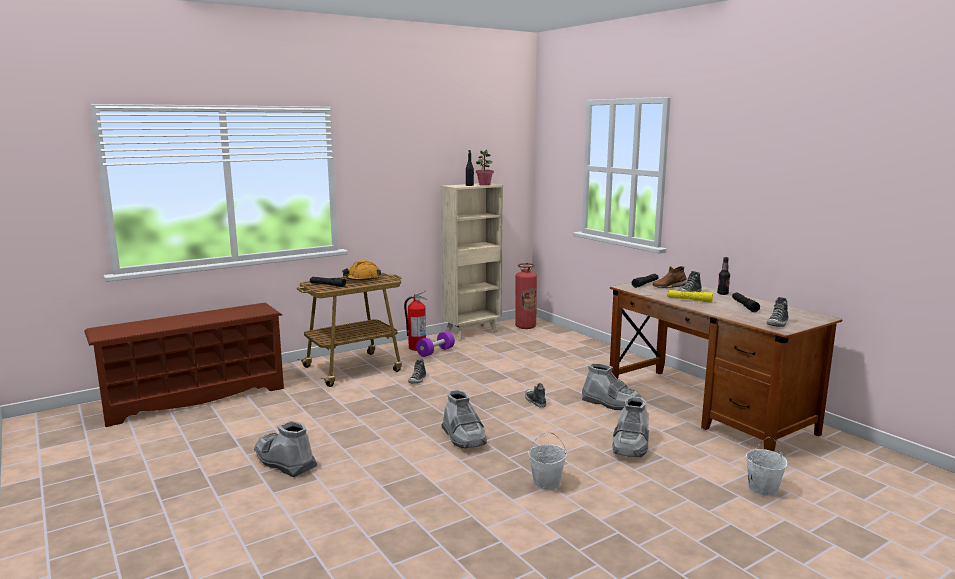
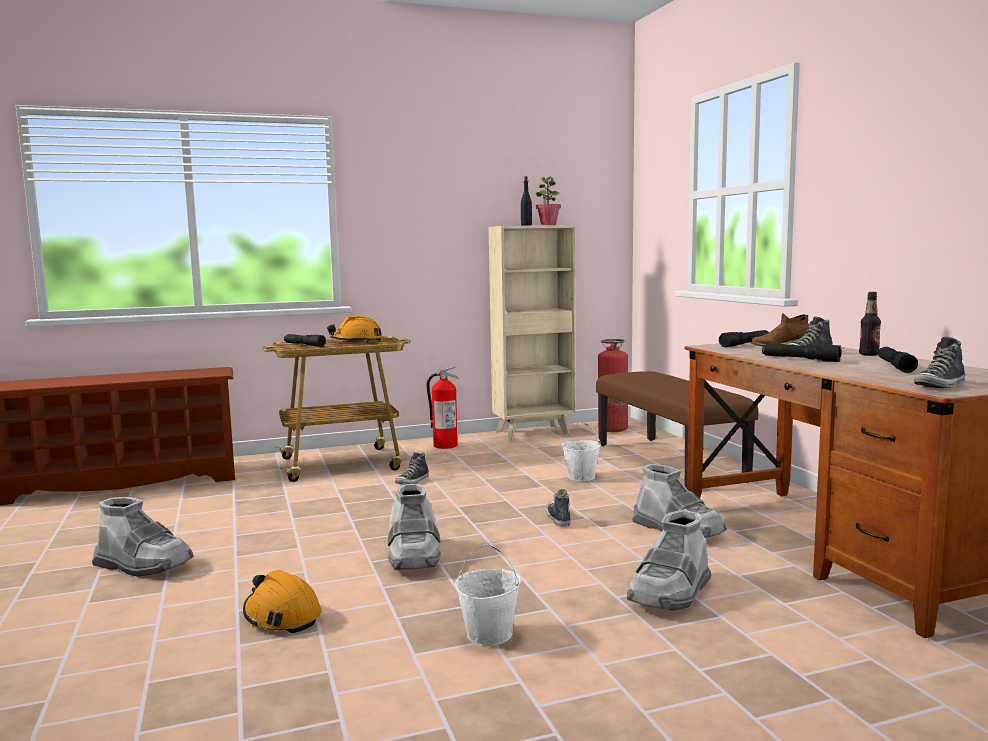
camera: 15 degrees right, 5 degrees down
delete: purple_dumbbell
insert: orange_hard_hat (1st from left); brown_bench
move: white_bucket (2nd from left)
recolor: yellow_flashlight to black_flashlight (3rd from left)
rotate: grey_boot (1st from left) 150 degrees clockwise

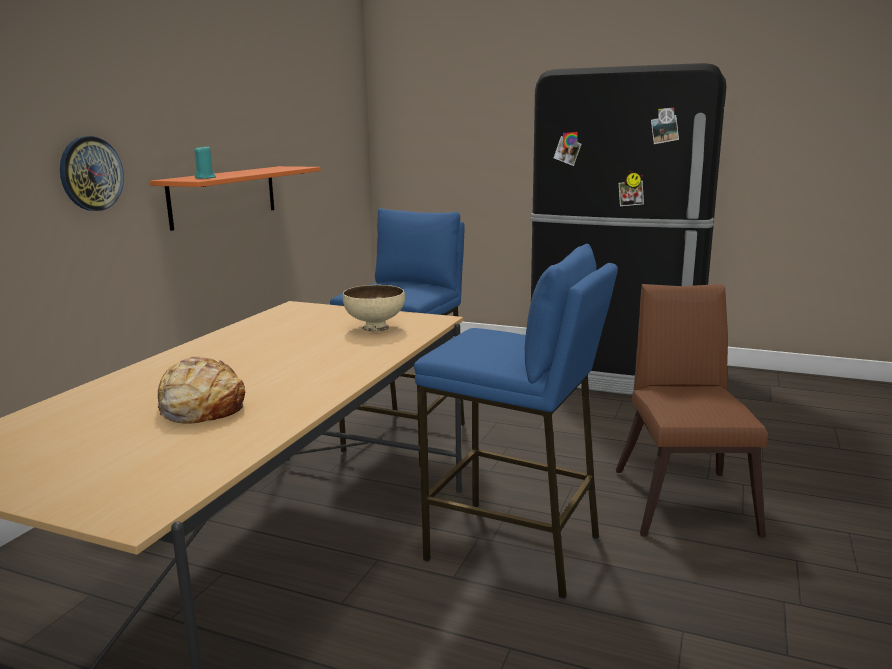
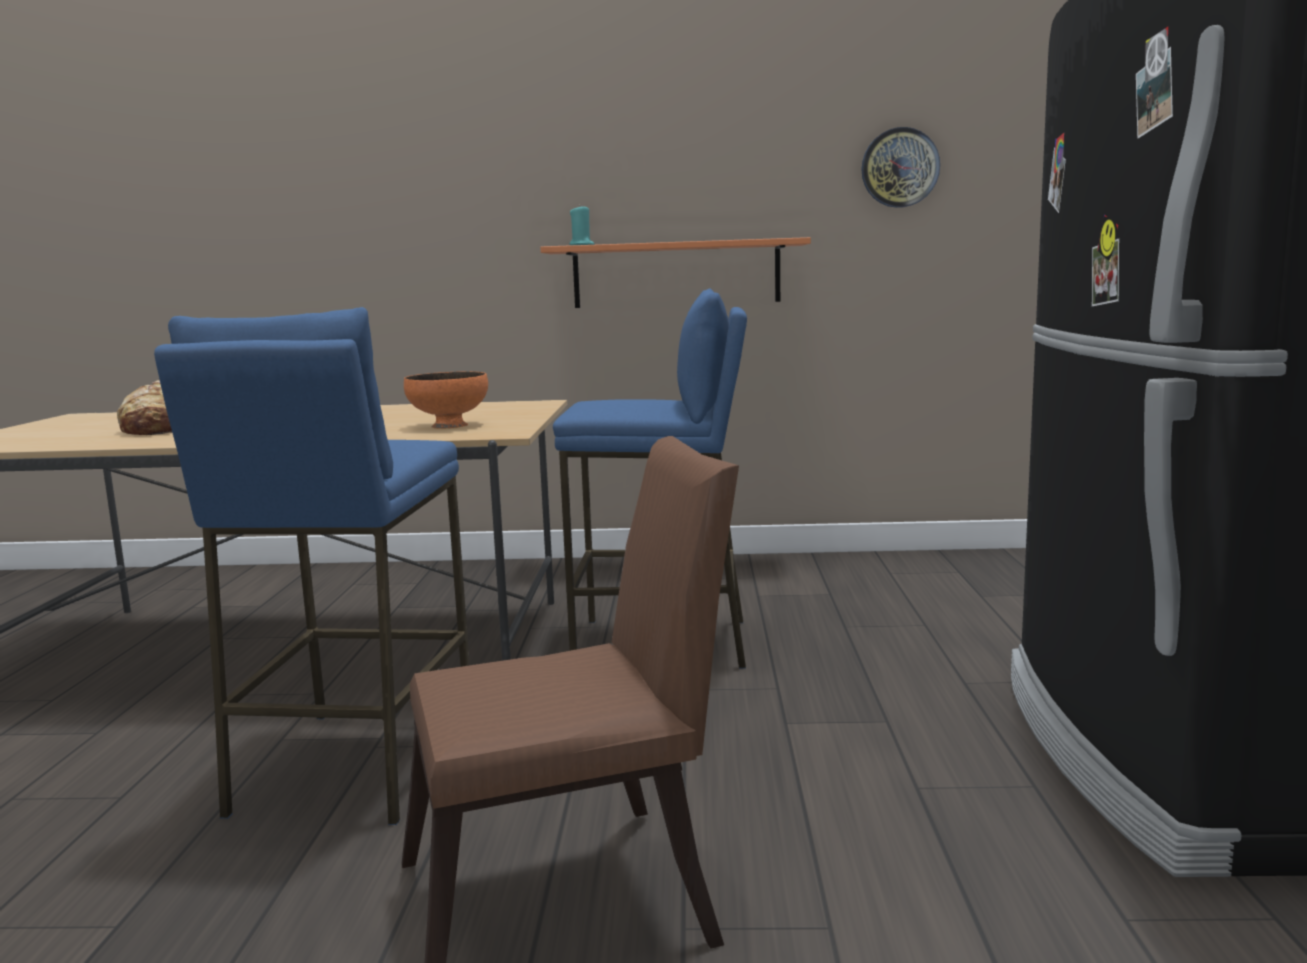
camera: 70 degrees right, 5 degrees down
move: wall_clock
recolor: beige_bowl to orange_bowl

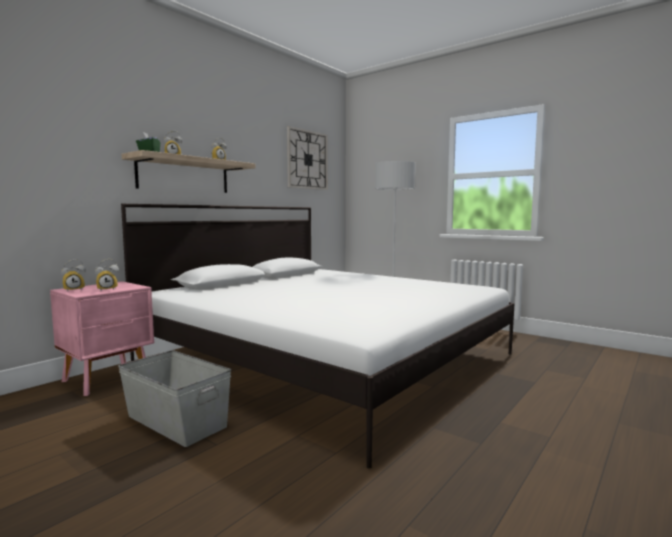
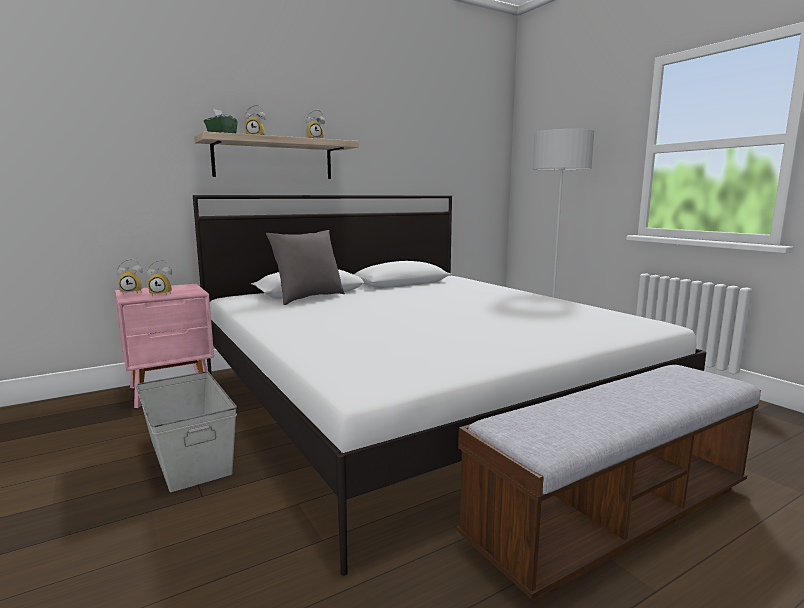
camera: 20 degrees right, 5 degrees up
delete: wall_clock
insert: grey_pillow; bench

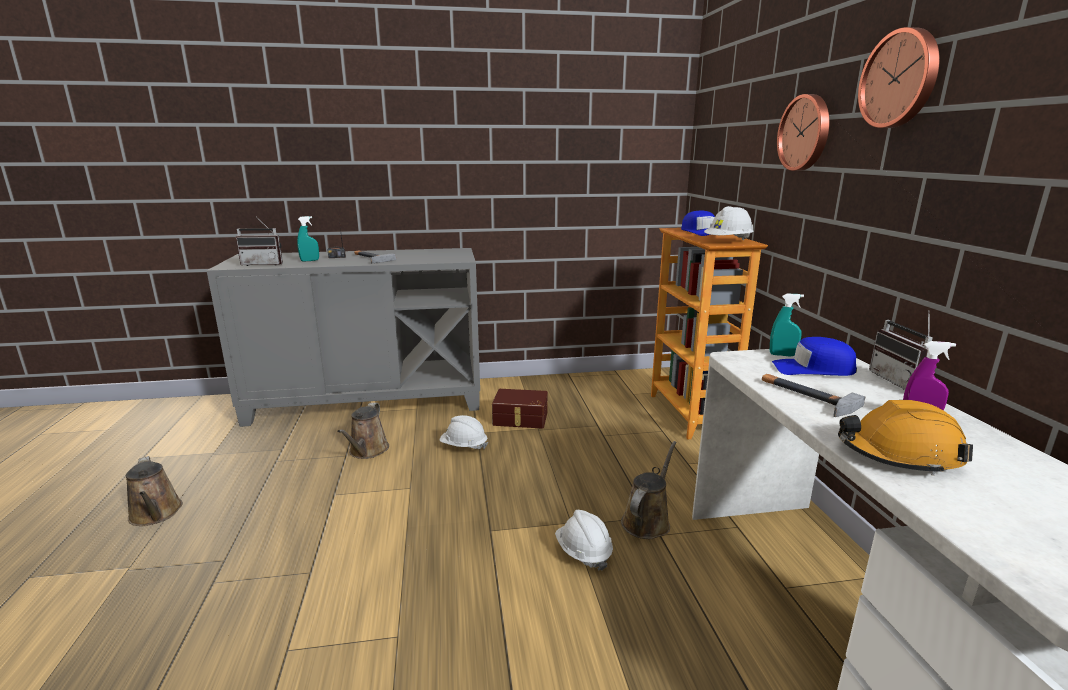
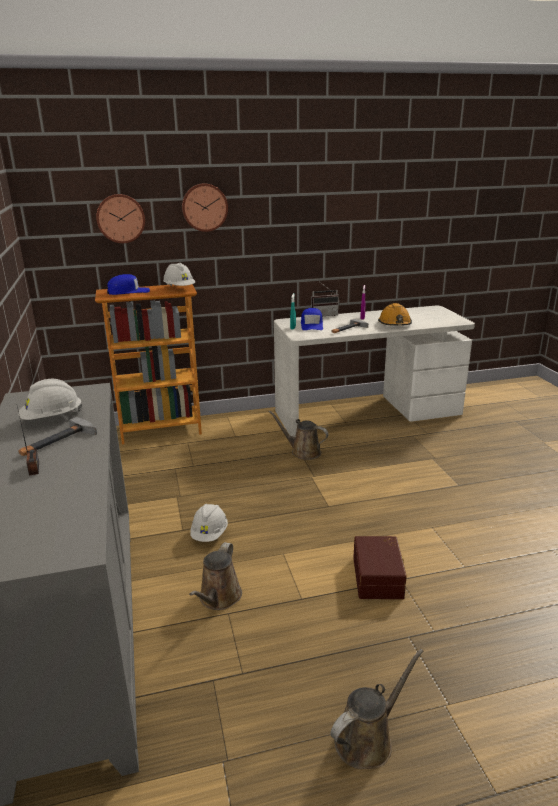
camera: 95 degrees left, 5 degrees up
delete: radio (1st from left); turquoise_spray_bottle (1st from left)
move: white_hard_hat (2nd from left in the first image) to white_hard_hat (1st from left); wall_clock (2nd from left in the first image) to wall_clock (1st from left); brown_storage_box
rotate: brown_watering_can (2nd from left in the first image) 105 degrees clockwise

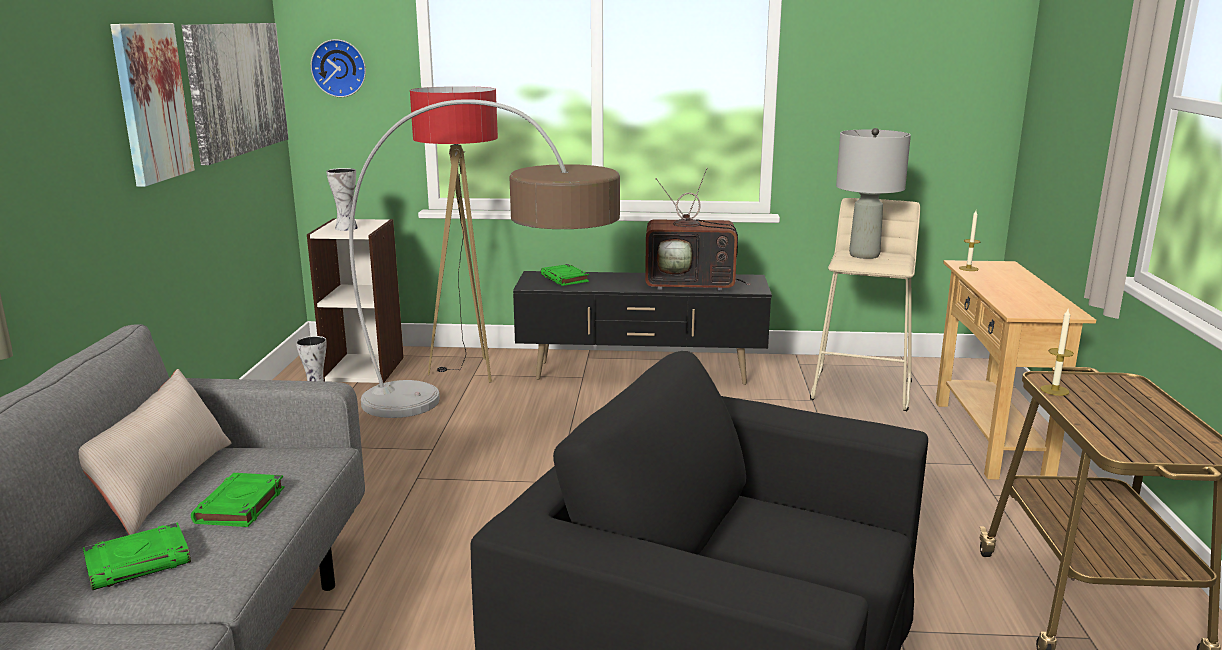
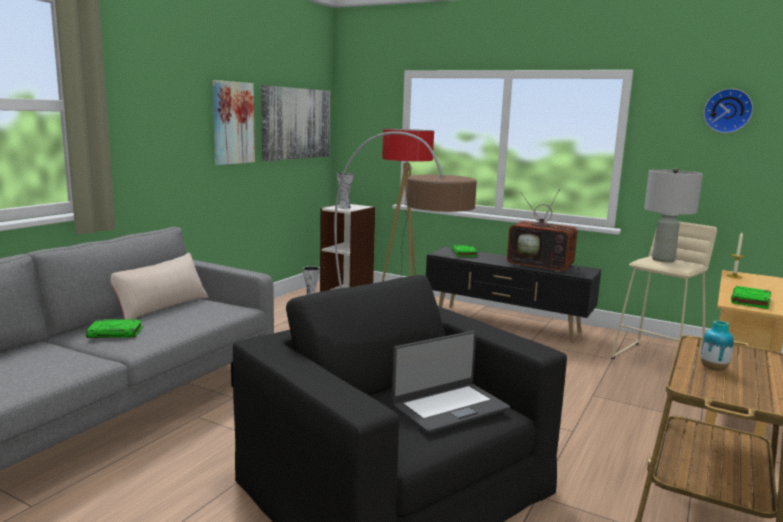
camera: 25 degrees right, 5 degrees down
delete: candle (2nd from left)
insert: laptop; vase (3rd from left)
move: wall_clock; green_book (2nd from left in the first image) to green_book (3rd from left)

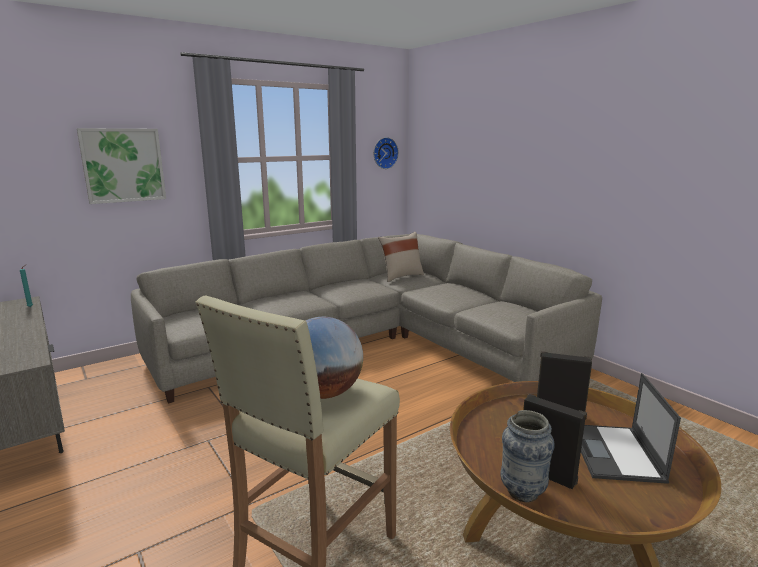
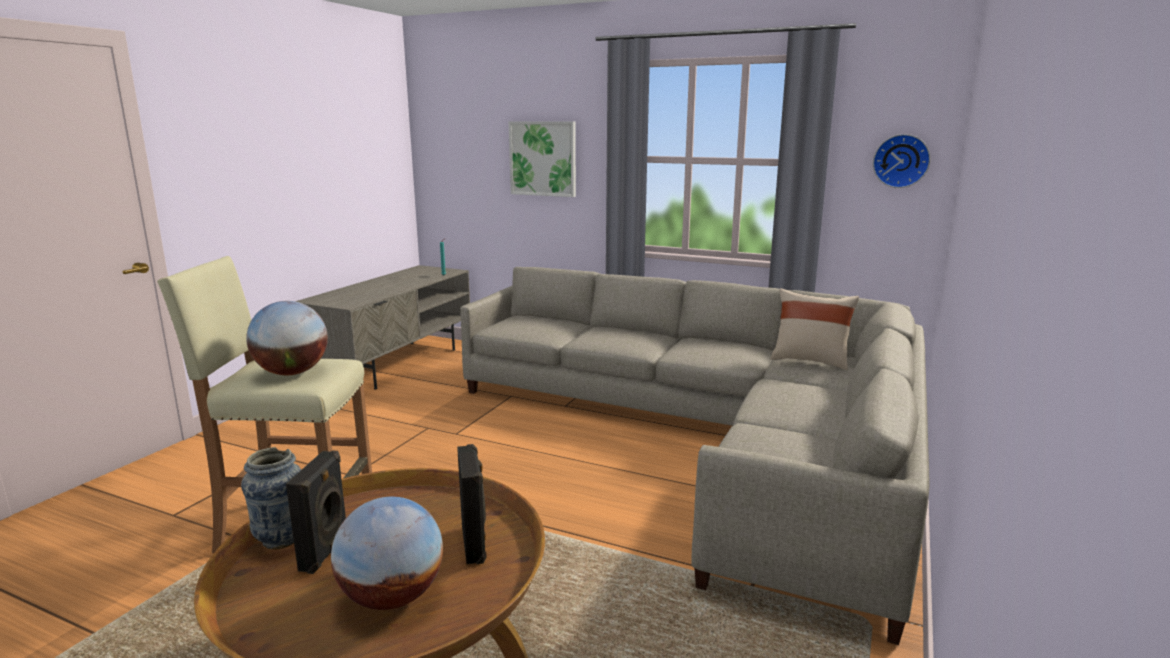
camera: 60 degrees right, 0 degrees up
replace: laptop to globe (2nd from left)

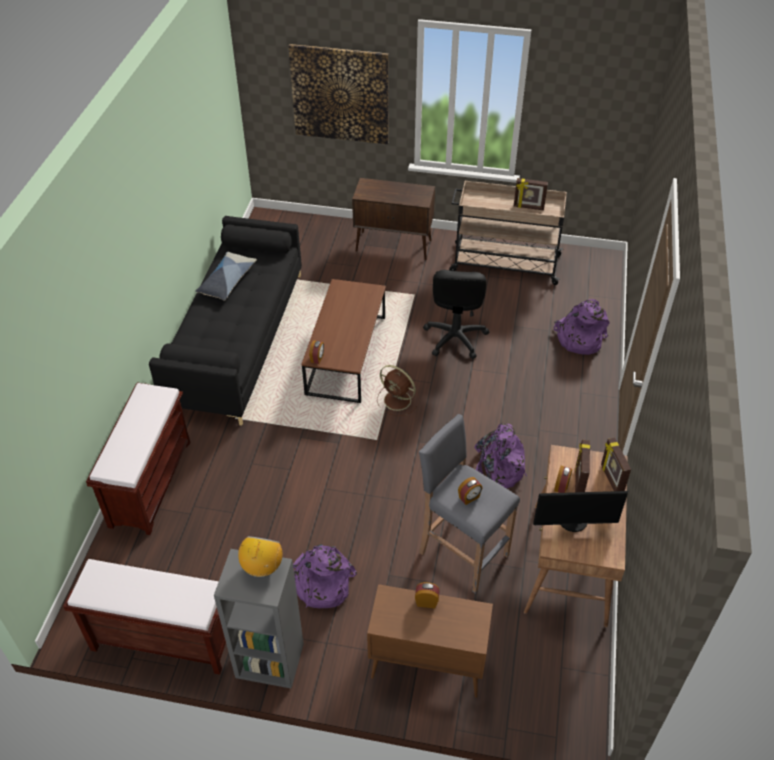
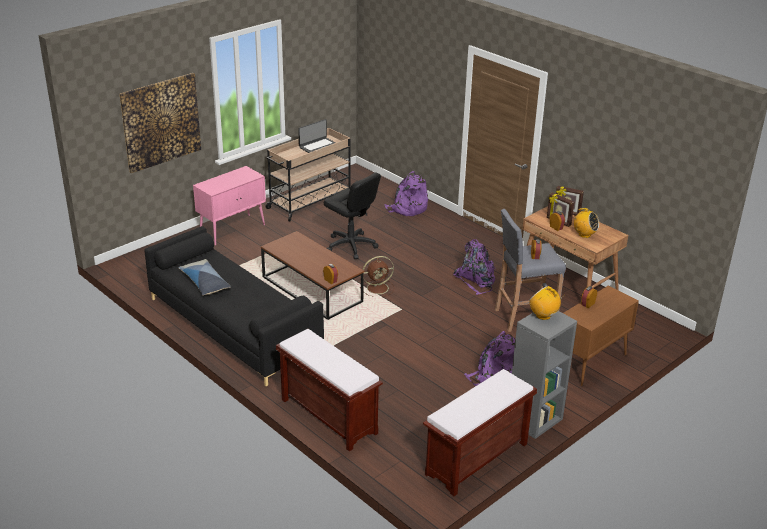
camera: 55 degrees left, 15 degrees down
replace: picture_frame (1st from left) to laptop; monitor to radio (2nd from left)
recolor: brown_cabinet (1st from left) to pink_cabinet

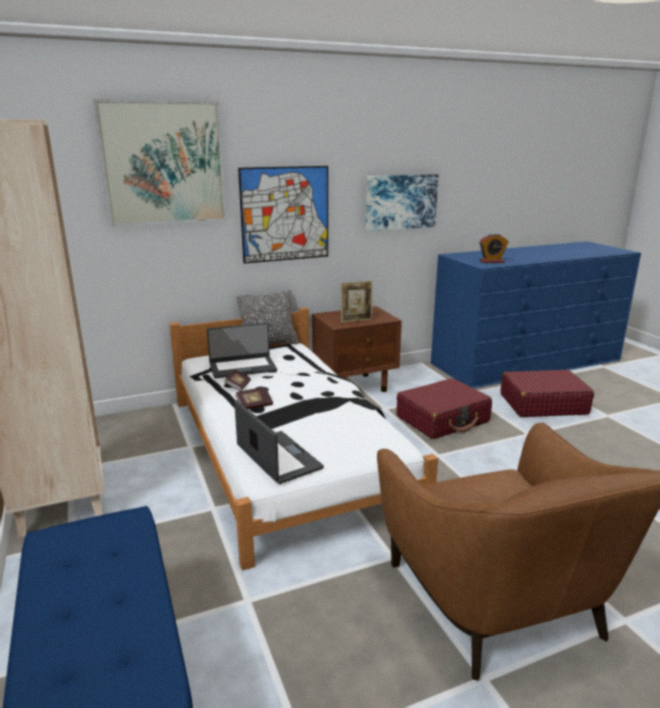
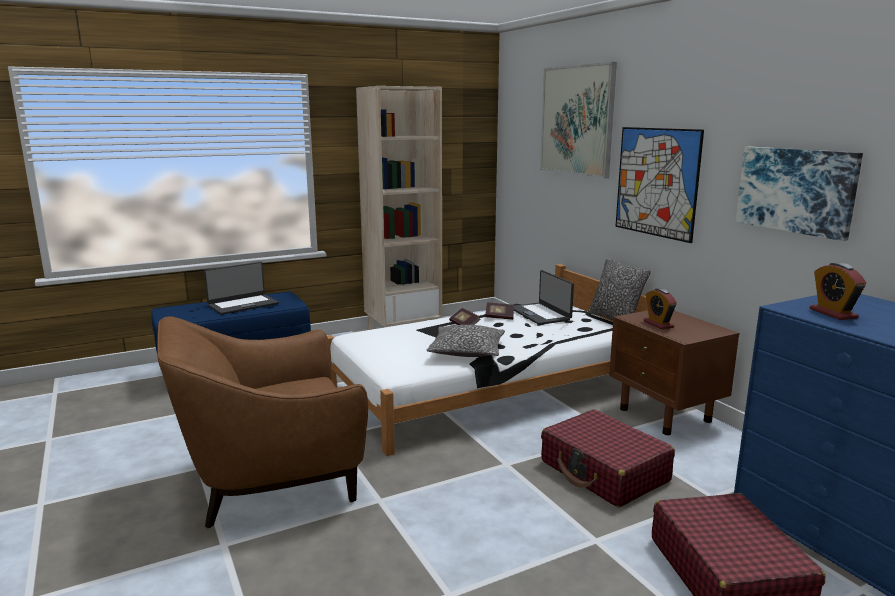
camera: 85 degrees right, 5 degrees down
insert: pillow (1st from left)
move: laptop (2nd from left in the first image) to laptop (1st from left)
replace: picture_frame to alarm_clock (1st from left)

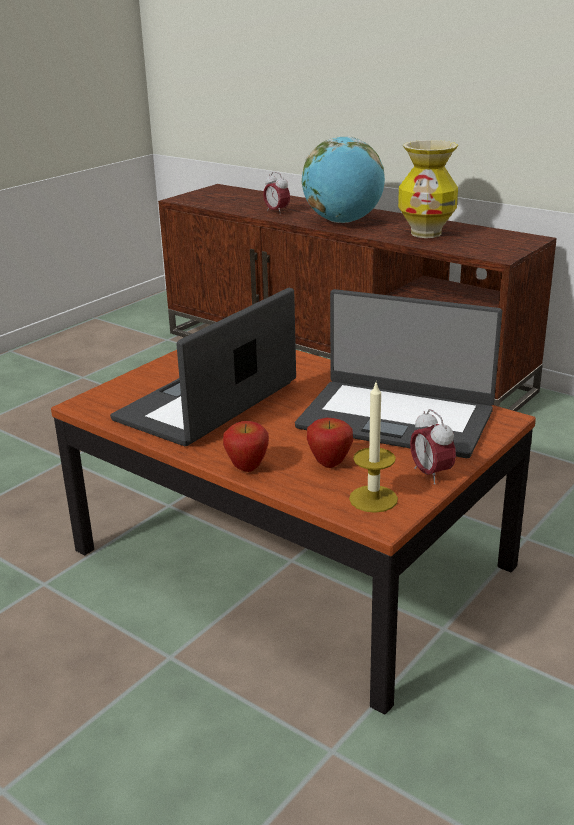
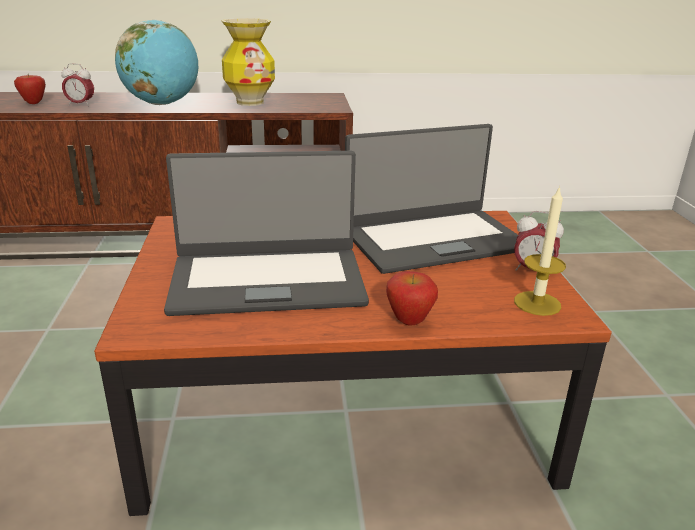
camera: 45 degrees left, 0 degrees up
move: apple (2nd from left in the first image) to apple (1st from left)
rotate: laptop (1st from left) 90 degrees counterclockwise

